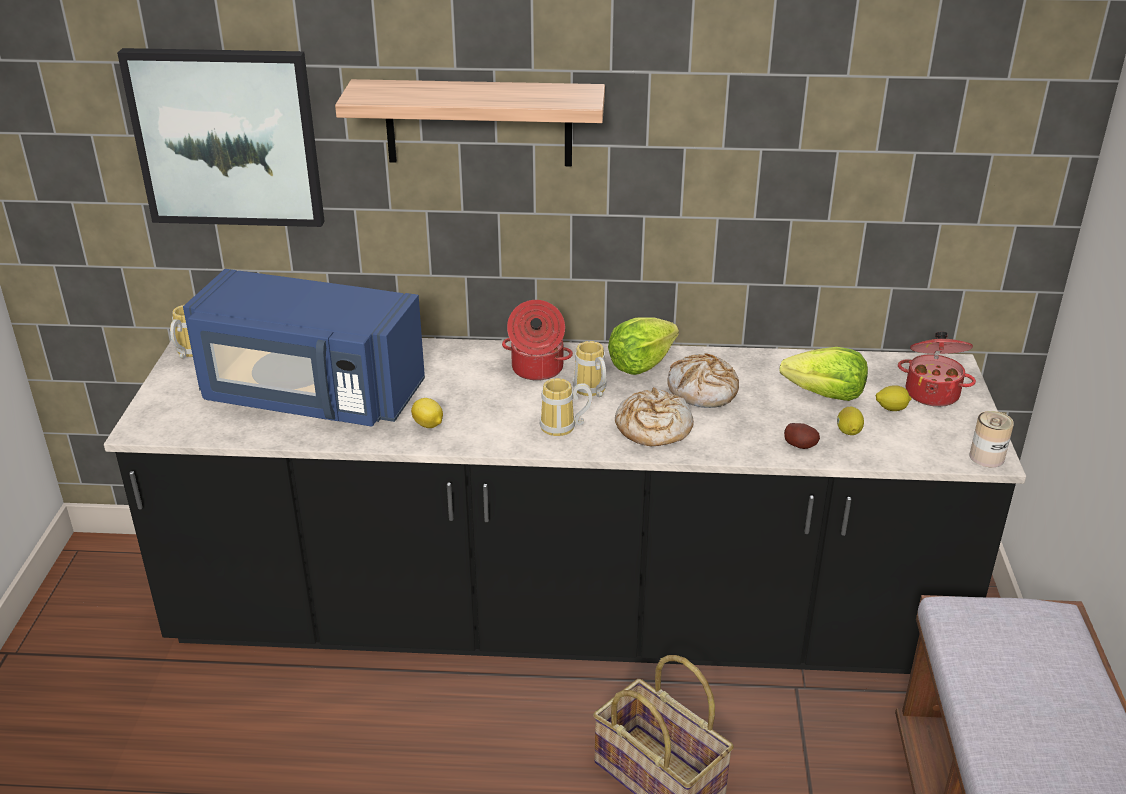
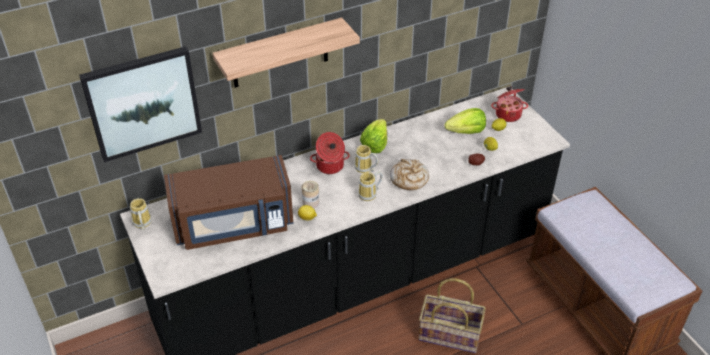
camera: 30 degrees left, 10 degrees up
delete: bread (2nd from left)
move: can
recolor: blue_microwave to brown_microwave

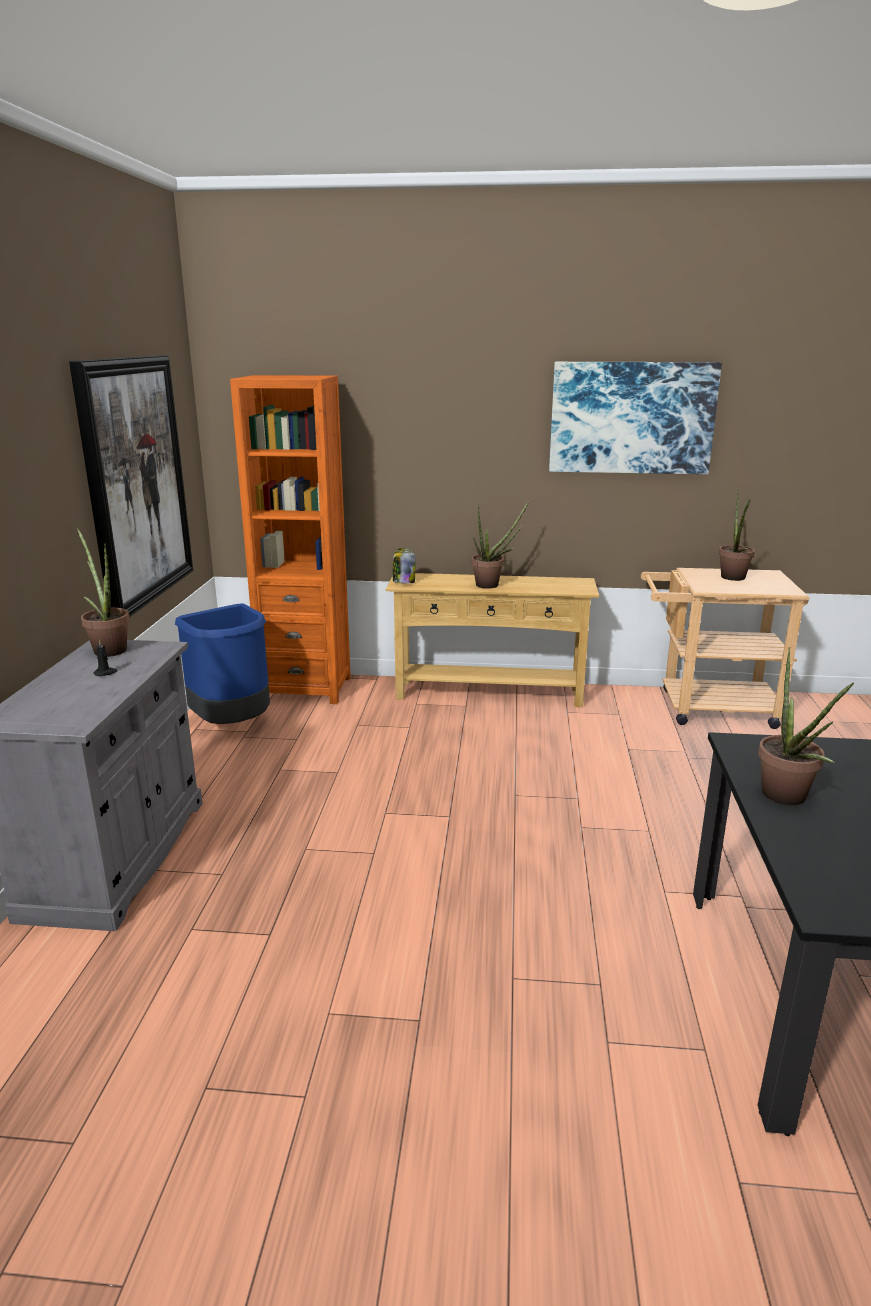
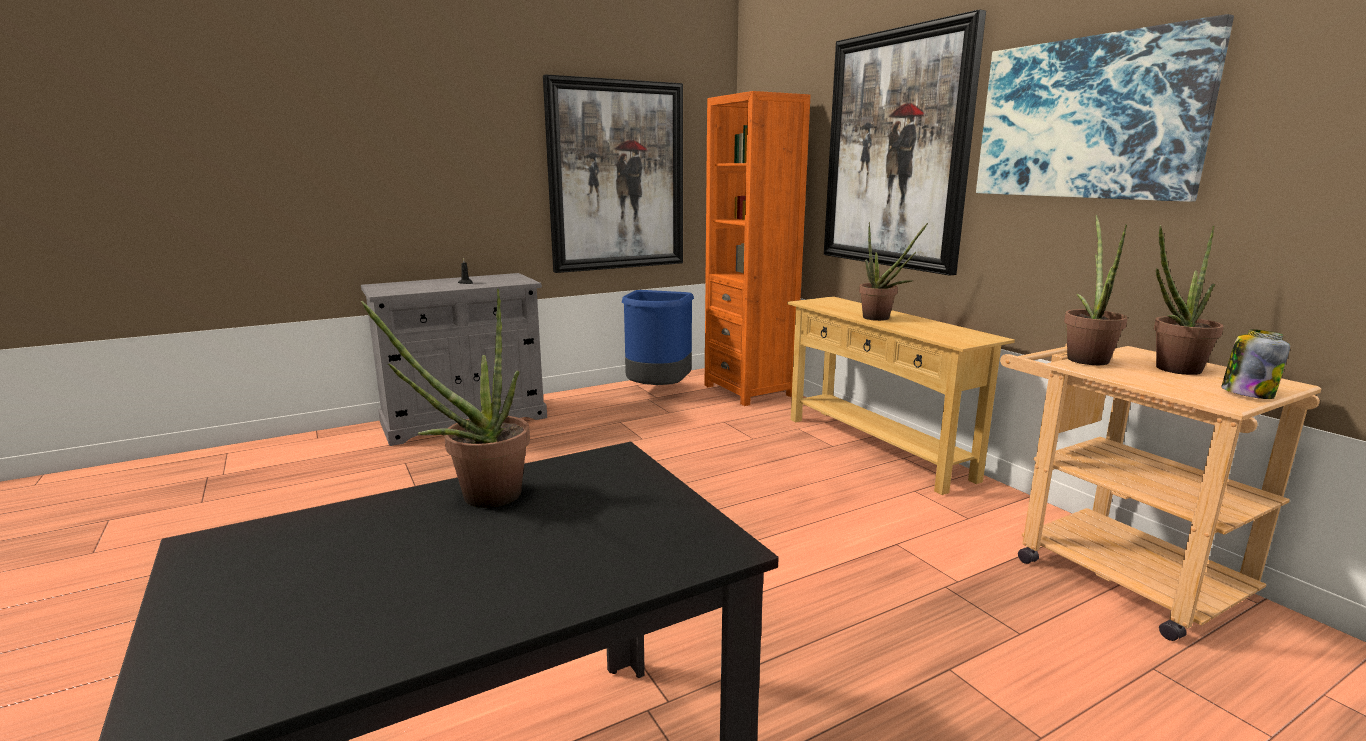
camera: 55 degrees right, 5 degrees down
insert: picture (2nd from left)
move: potted_plant (1st from left in the first image) to potted_plant (3rd from left); jar

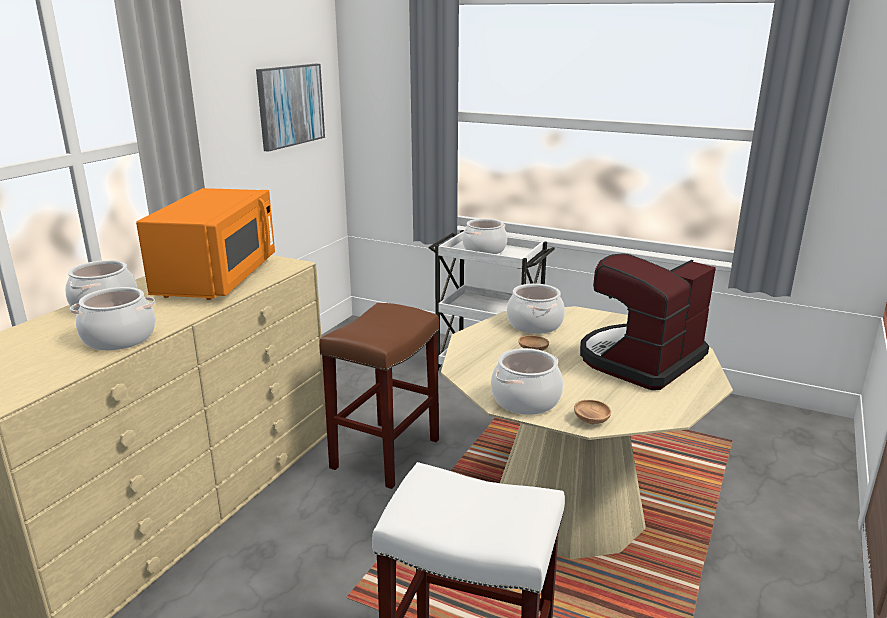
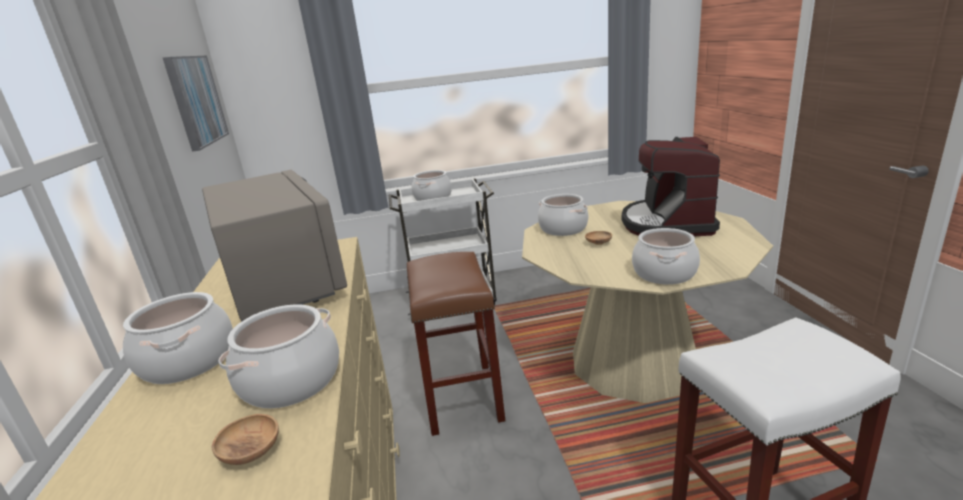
camera: 35 degrees left, 0 degrees up
move: brown_bowl (2nd from left in the first image) to brown_bowl (1st from left)
recolor: orange_microwave to grey_microwave

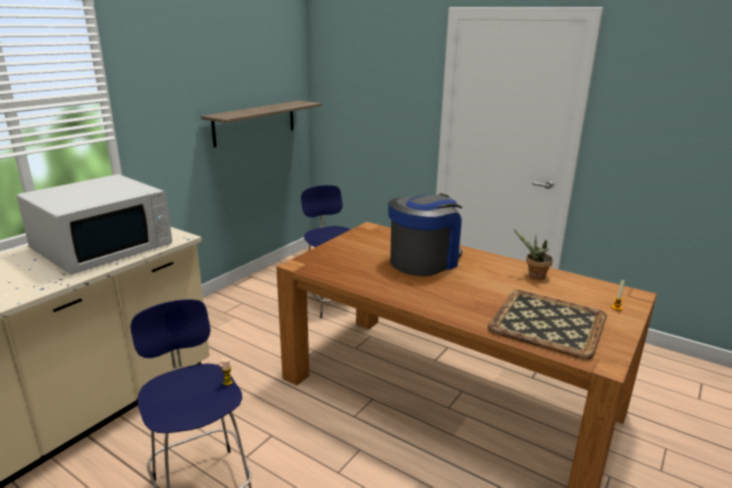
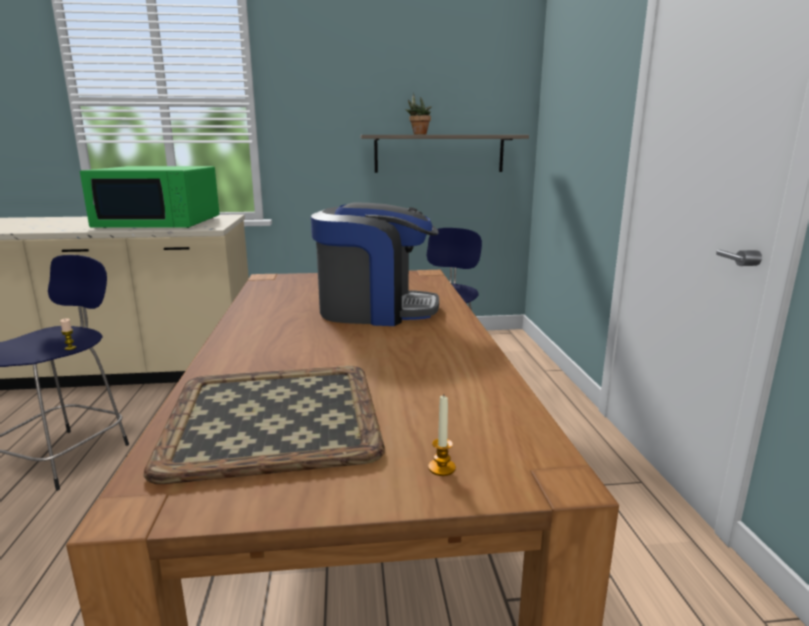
camera: 50 degrees right, 5 degrees down
move: potted_plant
recolor: white_microwave to green_microwave

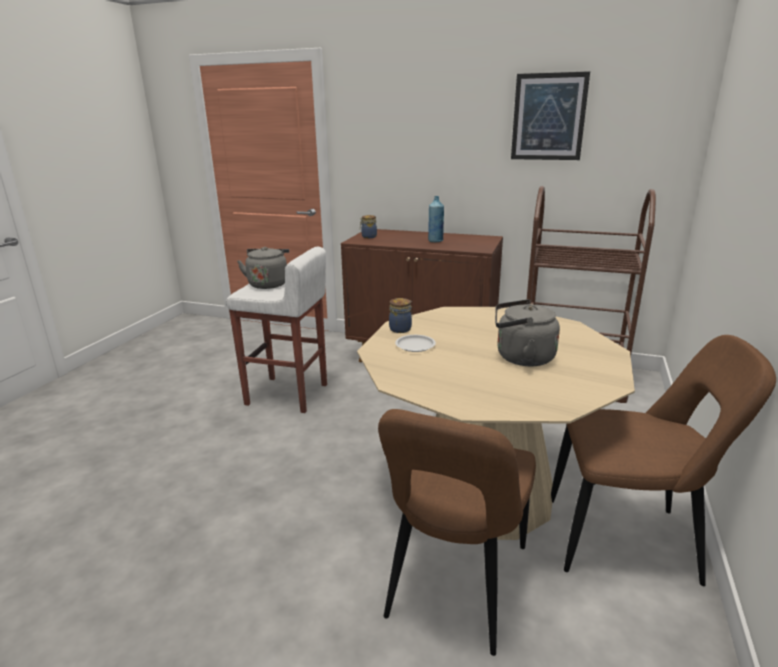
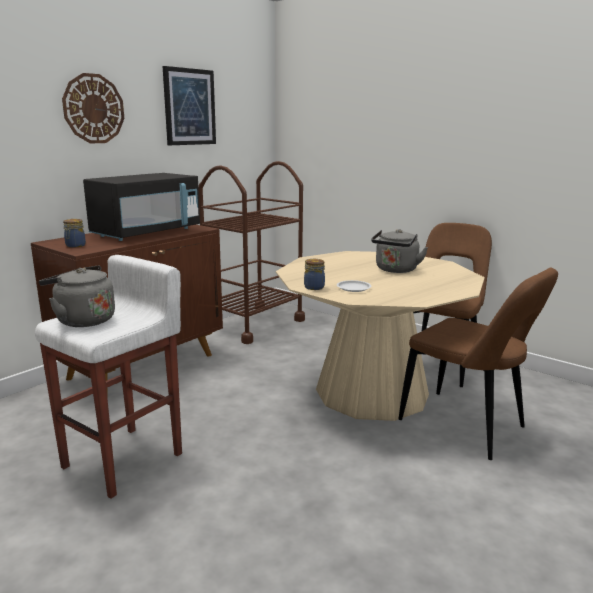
camera: 70 degrees left, 5 degrees down
insert: wall_clock
replace: blue_bottle to black_microwave

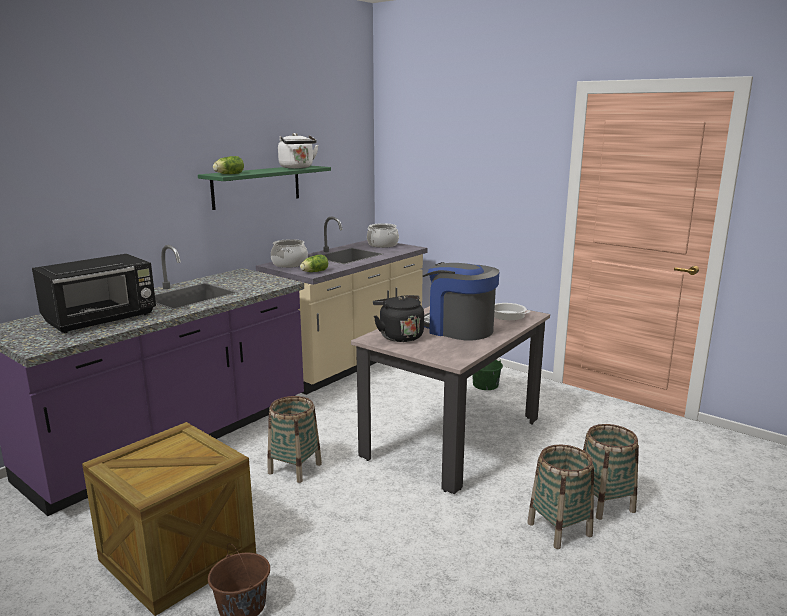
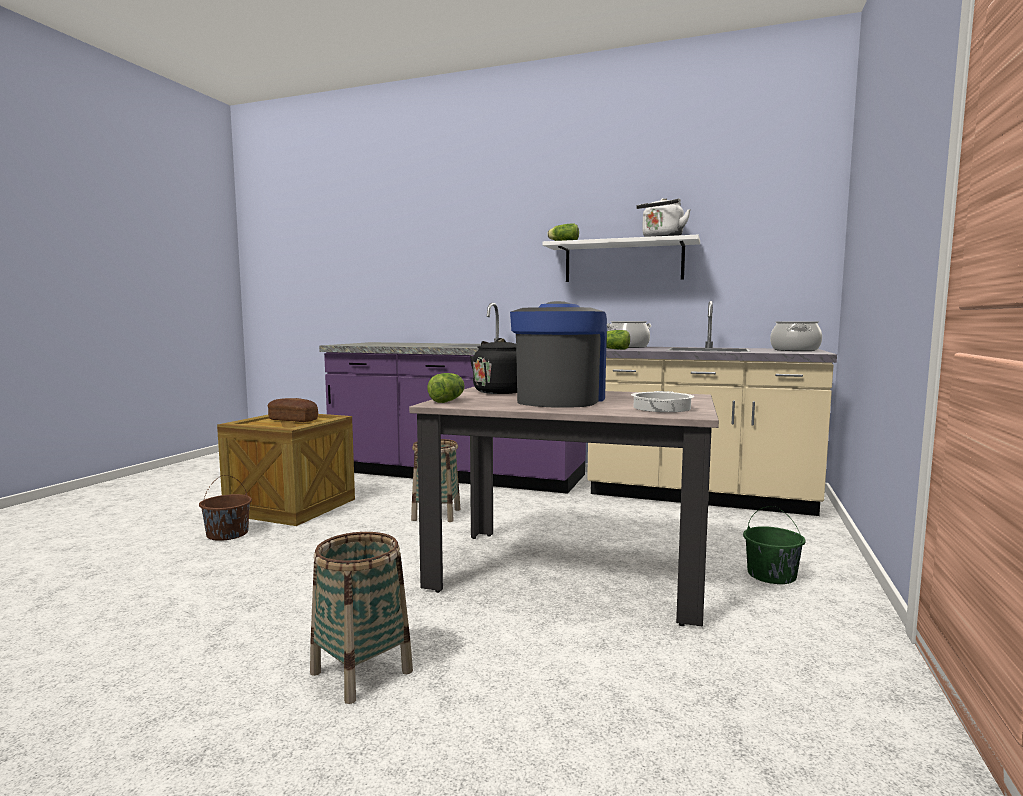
camera: 70 degrees right, 10 degrees down
delete: black_microwave; basket (3rd from left)
insert: bread; lettuce (1st from left)
recolor: green_shelf to white_shelf

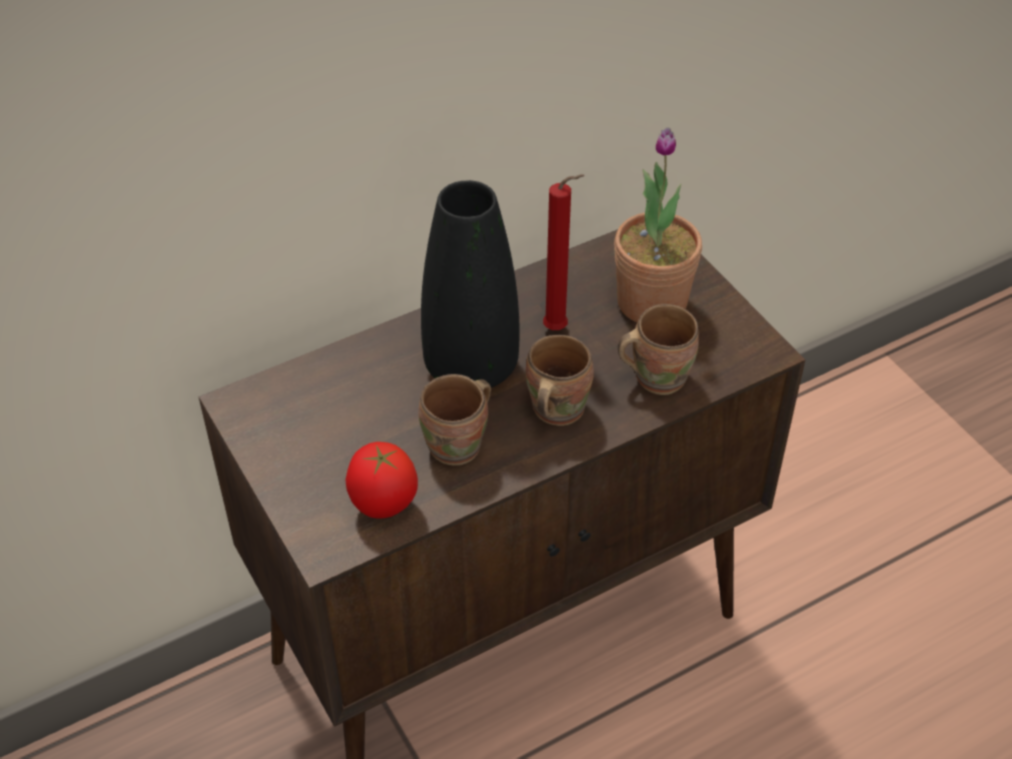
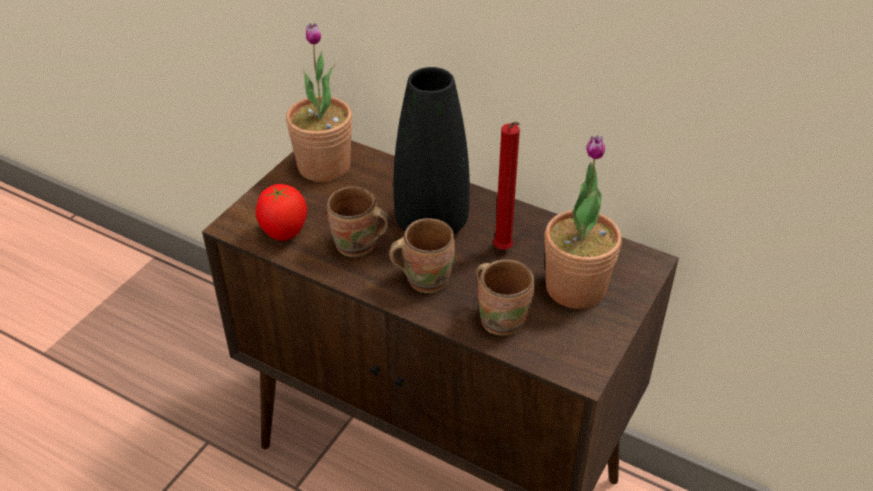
camera: 60 degrees right, 5 degrees down
insert: potted_plant (1st from left)

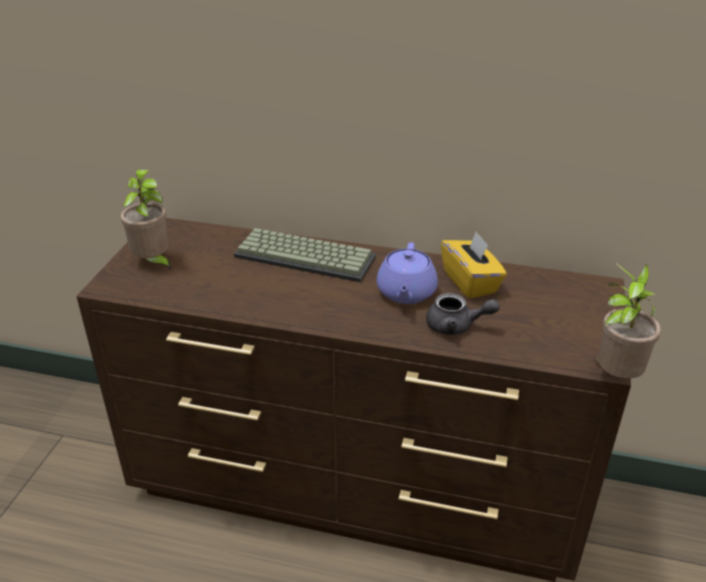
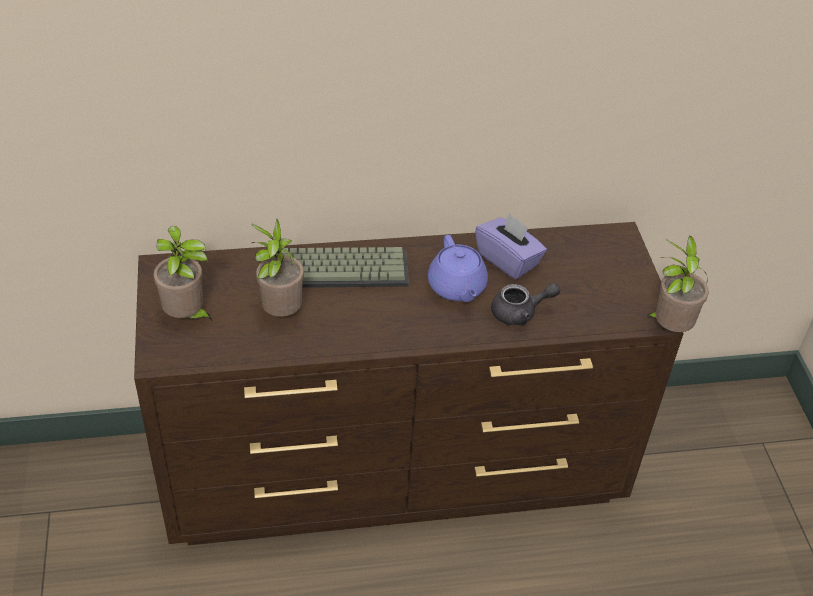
camera: 25 degrees left, 10 degrees up
insert: potted_plant (2nd from left)
recolor: yellow_tissue_box to purple_tissue_box

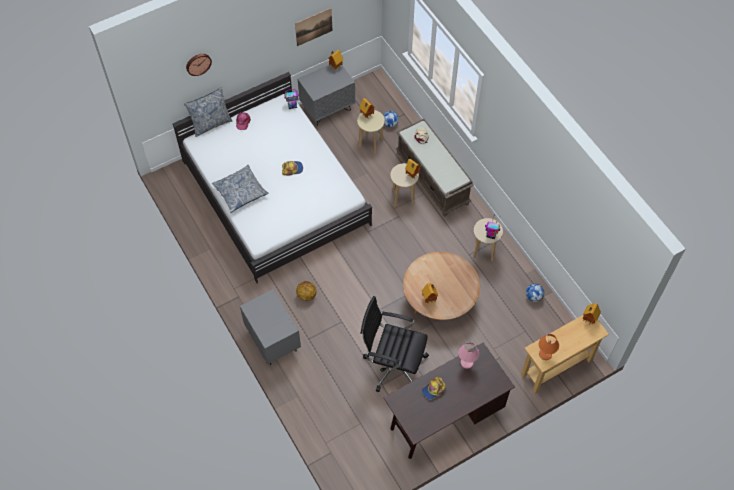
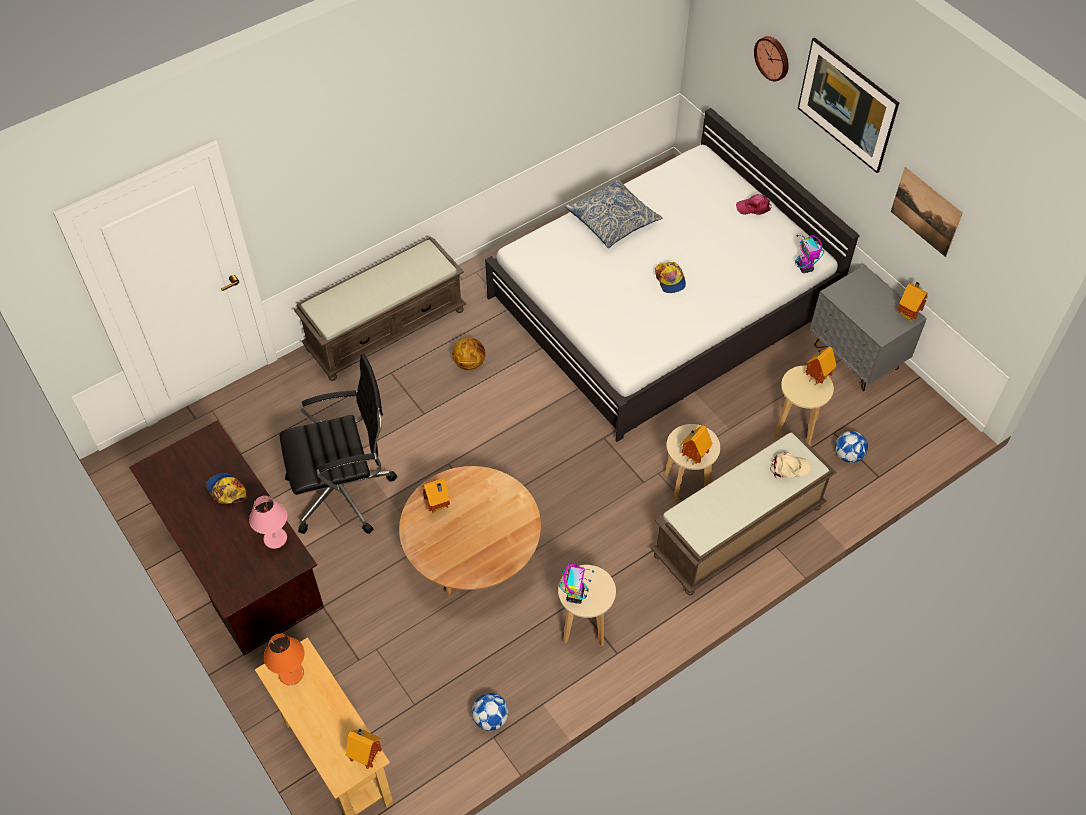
camera: 85 degrees right, 5 degrees down
delete: pillow (1st from left)
insert: picture (1st from left)
replace: grey_nightstand (1st from left) to brown_bench (1st from left)
rotate: black_office_chair 60 degrees clockwise

